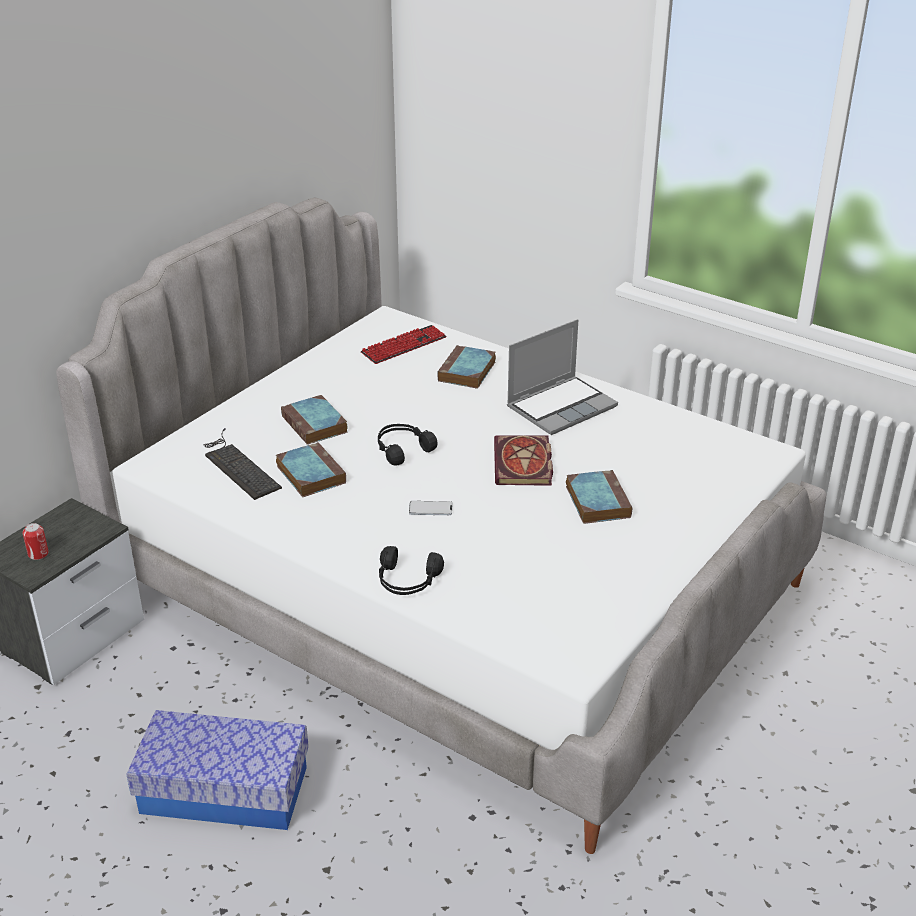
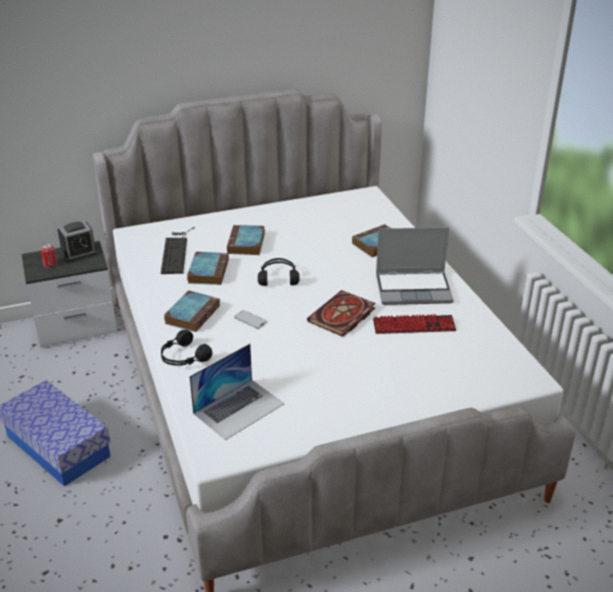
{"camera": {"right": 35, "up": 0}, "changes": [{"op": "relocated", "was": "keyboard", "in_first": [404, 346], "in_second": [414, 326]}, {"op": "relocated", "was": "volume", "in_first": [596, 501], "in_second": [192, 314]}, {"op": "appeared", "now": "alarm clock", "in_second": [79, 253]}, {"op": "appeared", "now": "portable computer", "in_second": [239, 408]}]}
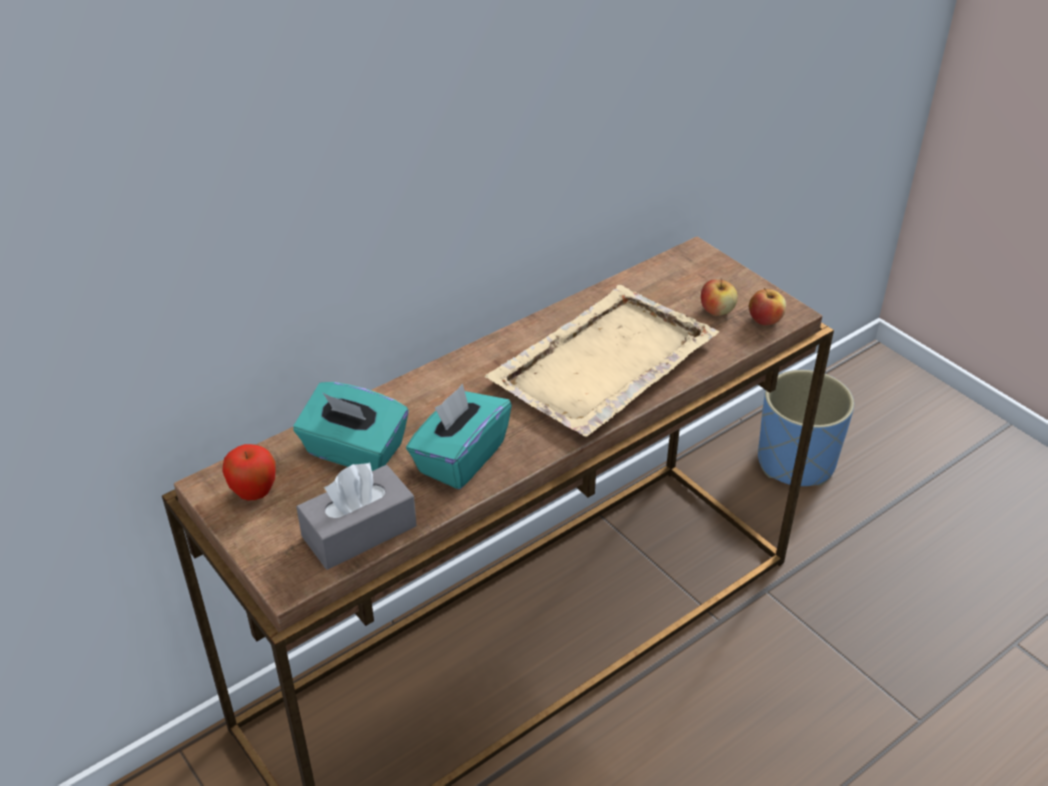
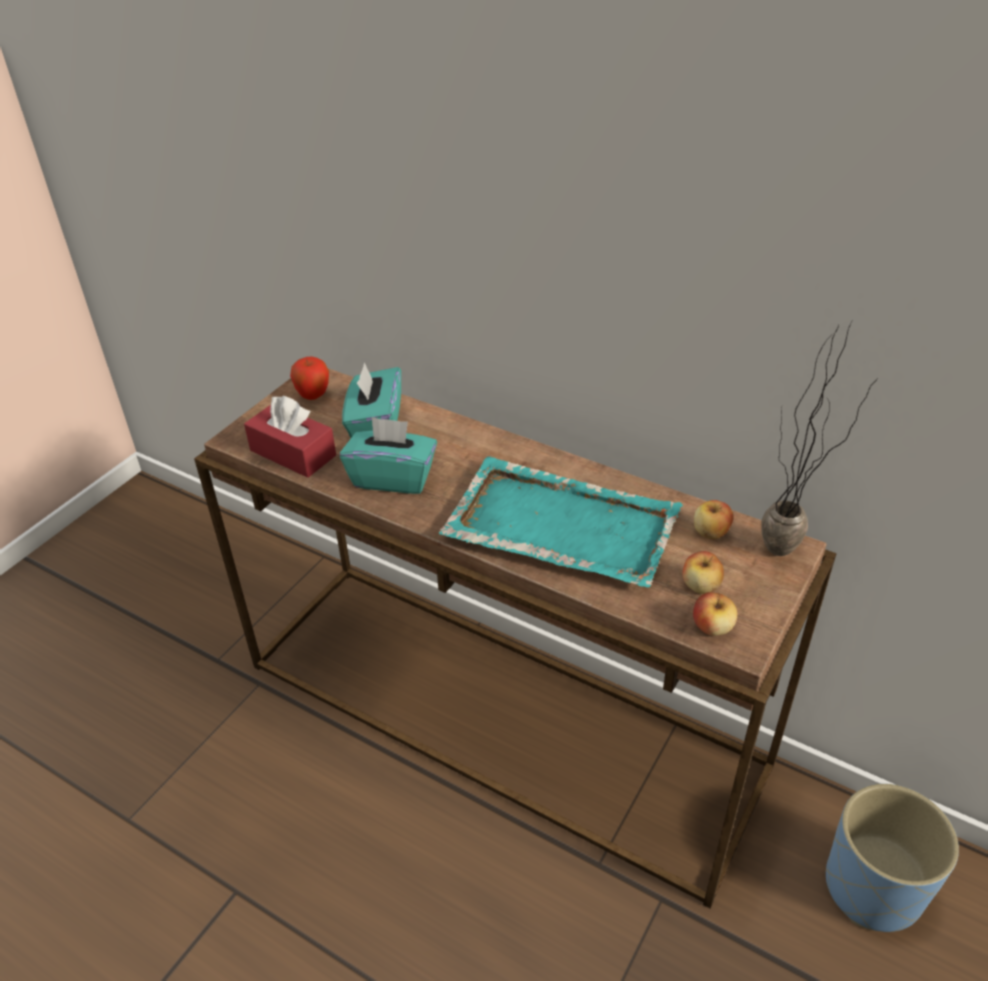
{"camera": {"right": 70, "up": 0}, "changes": [{"op": "colour", "was": "gray box of tissues", "now": "red box of tissues", "in_first": [359, 531], "in_second": [293, 453]}, {"op": "colour", "was": "sand-coloured tray", "now": "turquoise-coloured tray", "in_first": [602, 364], "in_second": [559, 525]}, {"op": "appeared", "now": "whole apple", "in_second": [710, 532]}, {"op": "appeared", "now": "plant in a pot", "in_second": [786, 559]}]}
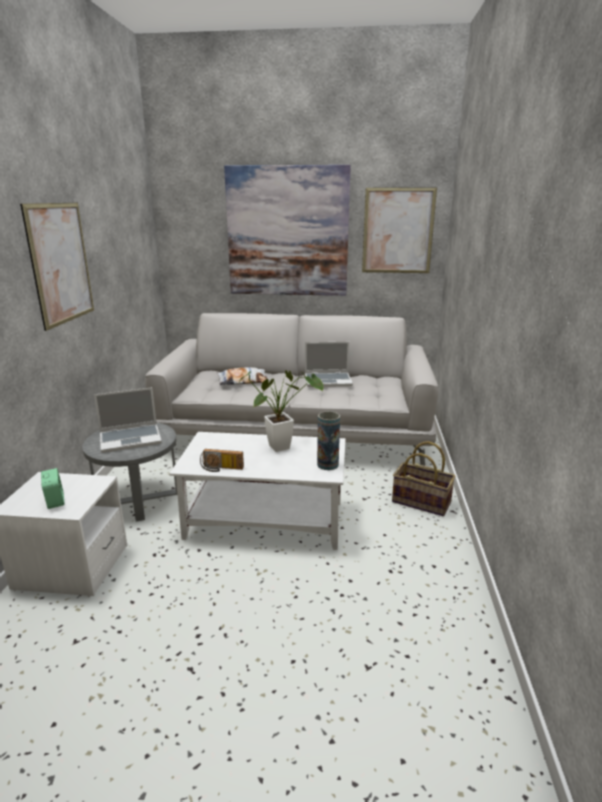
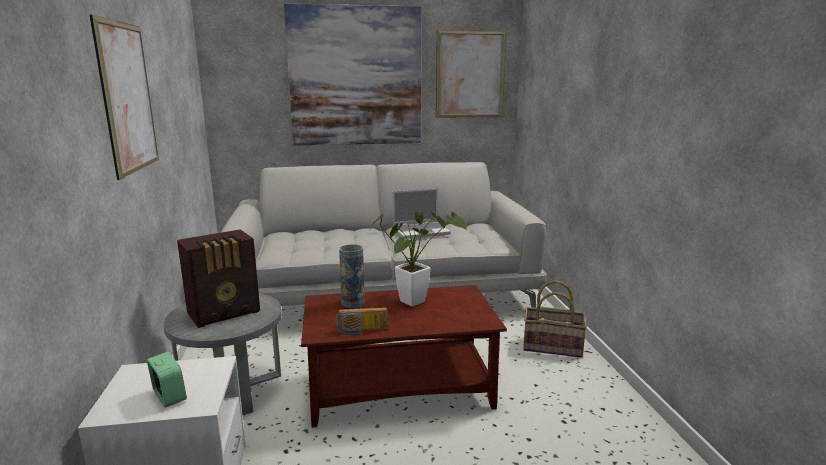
{"camera": {"right": -15, "up": -5}, "changes": [{"op": "exchanged", "was": "portable computer", "now": "radio", "in_first": [131, 439], "in_second": [225, 313]}, {"op": "colour", "was": "whitish low table", "now": "brownish low table", "in_first": [266, 520], "in_second": [401, 389]}, {"op": "missing", "was": "cushion", "in_first": [242, 381]}, {"op": "relocated", "was": "vase", "in_first": [327, 464], "in_second": [353, 303]}]}
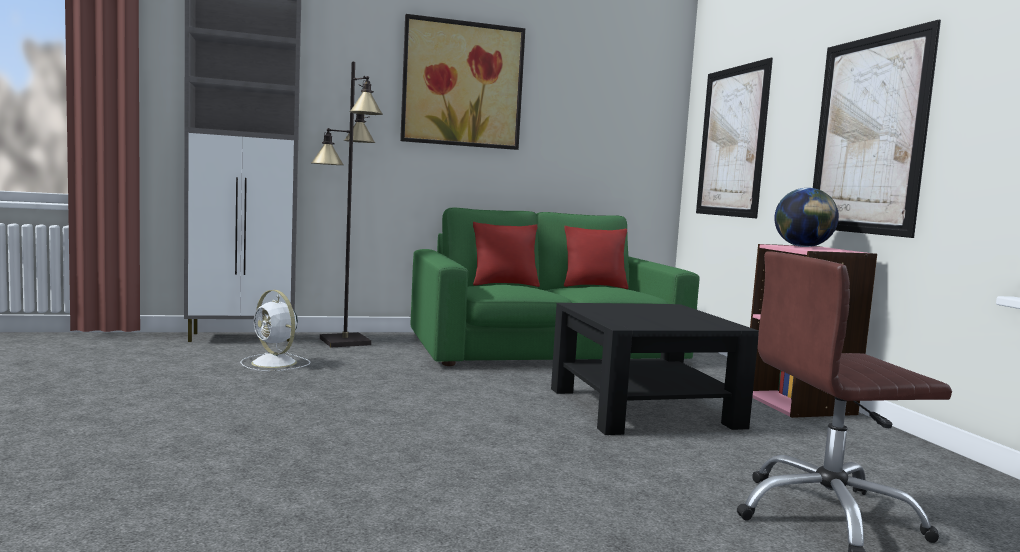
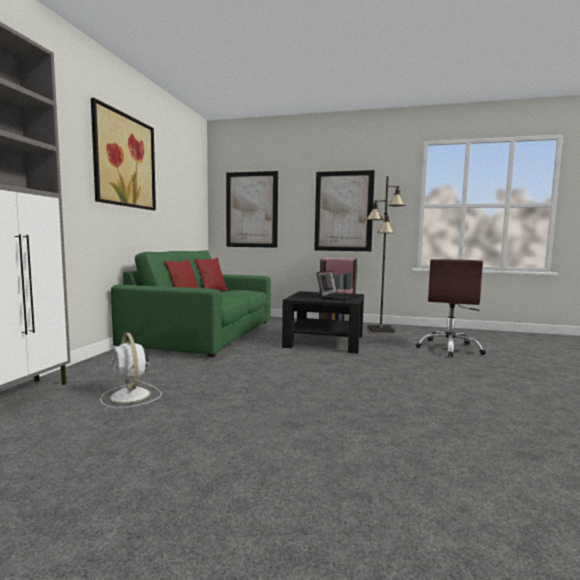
{"camera": {"right": -60, "up": 0}, "changes": [{"op": "spun", "was": "whitish cooling fan", "in_first": [275, 363], "in_second": [131, 396], "clockwise": 75}, {"op": "relocated", "was": "blackish floor lamp", "in_first": [344, 342], "in_second": [381, 330]}, {"op": "missing", "was": "globe", "in_first": [803, 247]}, {"op": "appeared", "now": "portable computer", "in_second": [338, 297]}]}
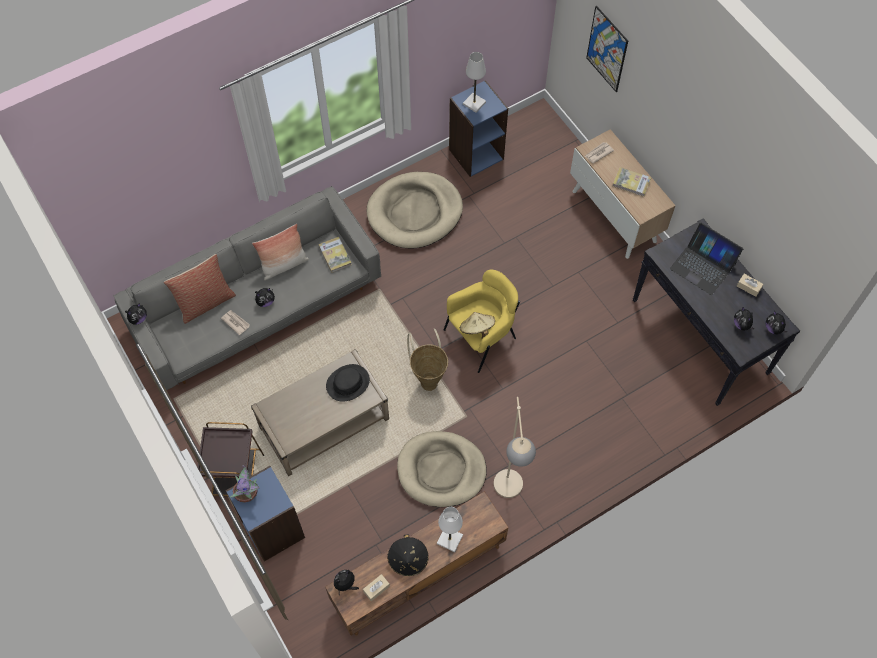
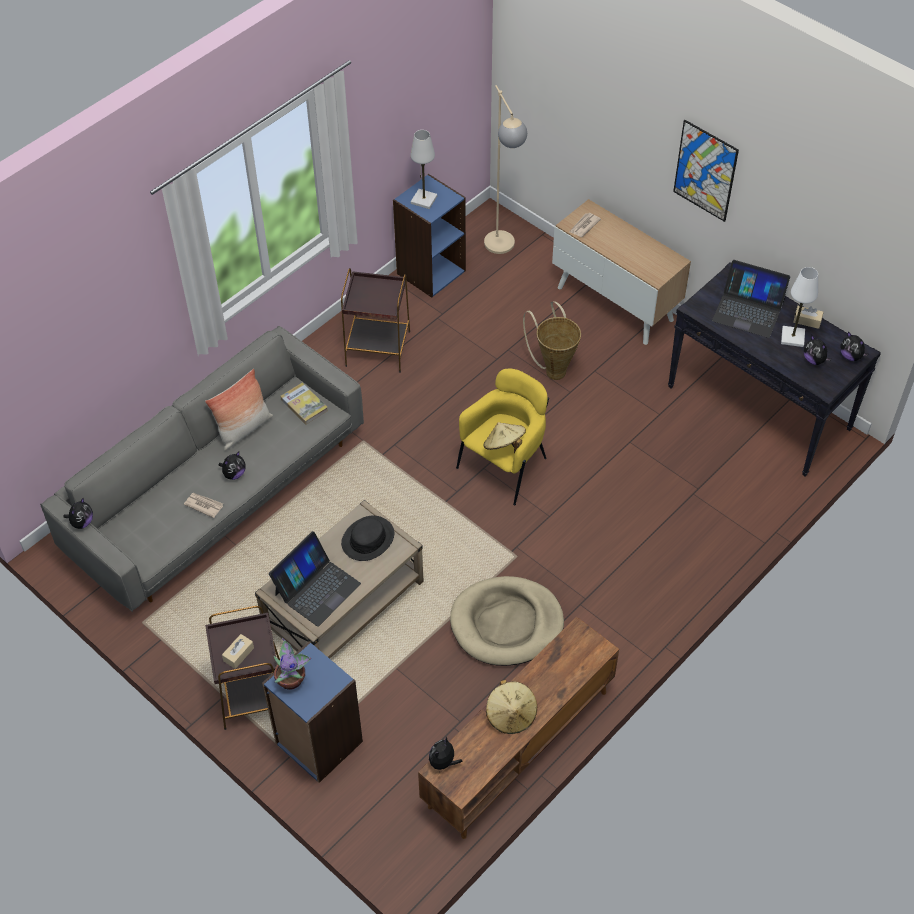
{"camera": {"right": -15, "up": -10}, "changes": [{"op": "missing", "was": "cushion", "in_first": [205, 302]}, {"op": "relocated", "was": "sand-coloured box of tissues", "in_first": [376, 589], "in_second": [238, 654]}, {"op": "exchanged", "was": "sand-coloured dog bed", "now": "brownish side table", "in_first": [415, 212], "in_second": [378, 349]}, {"op": "colour", "was": "blackish wearable hat", "now": "sand-coloured wearable hat", "in_first": [408, 560], "in_second": [511, 715]}, {"op": "relocated", "was": "basket", "in_first": [428, 379], "in_second": [553, 369]}, {"op": "relocated", "was": "whitish table lamp", "in_first": [449, 539], "in_second": [792, 337]}, {"op": "relocated", "was": "sand-coloured floor lamp", "in_first": [509, 494], "in_second": [503, 250]}, {"op": "relocated", "was": "picture", "in_first": [607, 49], "in_second": [705, 171]}, {"op": "missing", "was": "volume", "in_first": [631, 183]}, {"op": "appeared", "now": "portable computer", "in_second": [316, 588]}]}
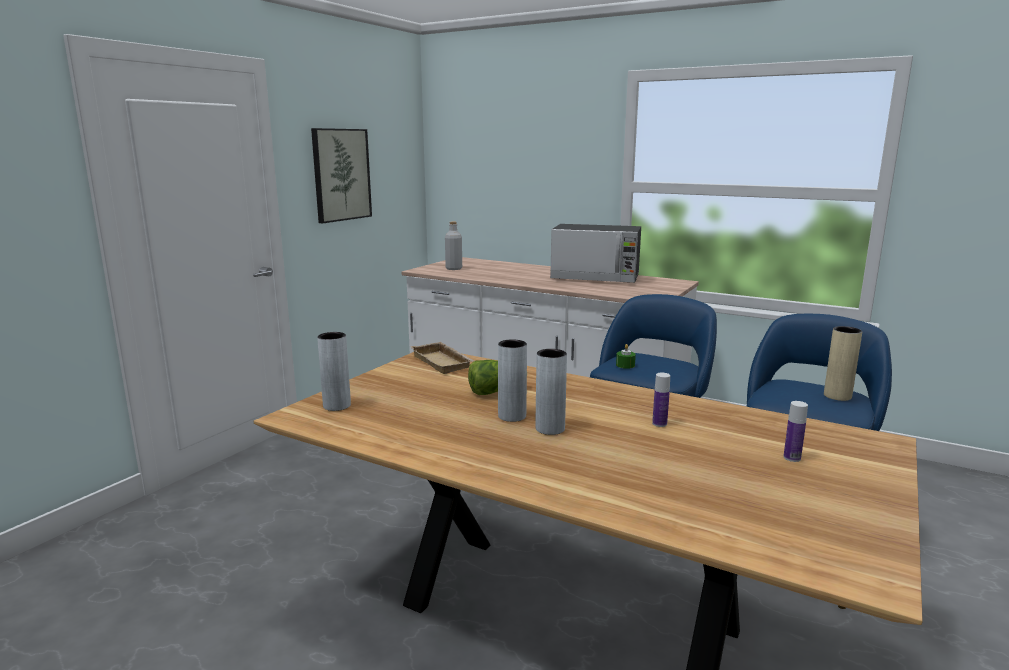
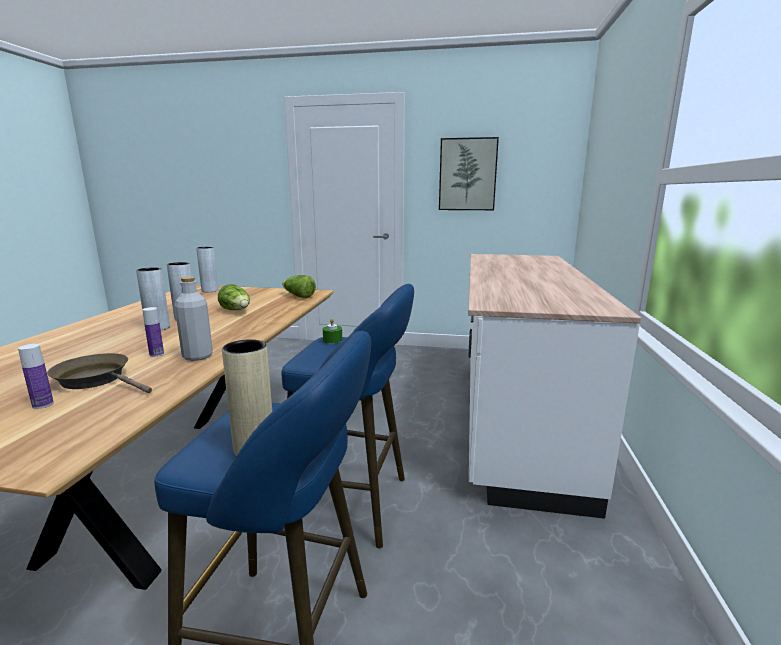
{"camera": {"right": 70, "up": 0}, "changes": [{"op": "exchanged", "was": "sand-coloured tray", "now": "lettuce head", "in_first": [444, 362], "in_second": [298, 296]}, {"op": "relocated", "was": "gray beverage bottle", "in_first": [454, 268], "in_second": [197, 356]}, {"op": "missing", "was": "kitchen microwave", "in_first": [595, 278]}, {"op": "appeared", "now": "brownish frying pan", "in_second": [97, 379]}]}
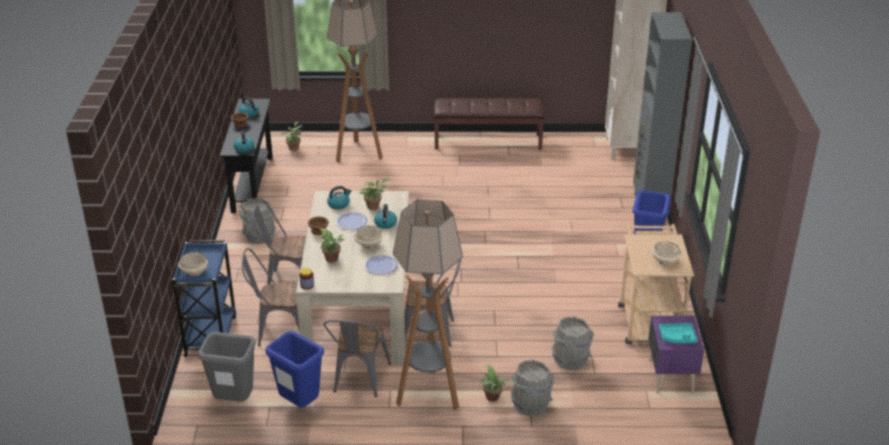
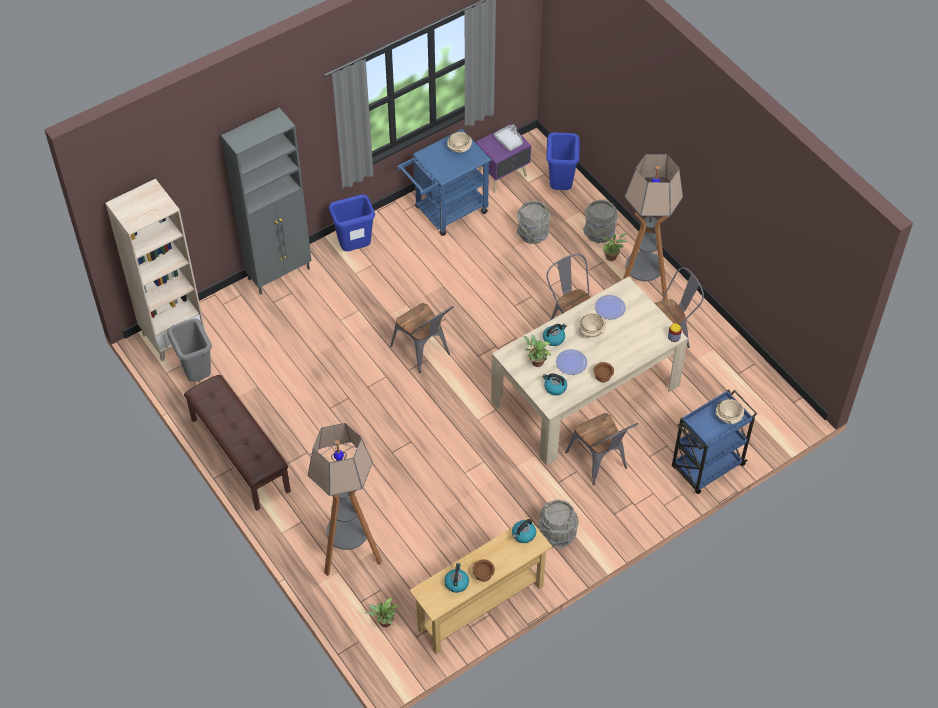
{"camera": {"right": -125, "up": 20}, "changes": [{"op": "relocated", "was": "gray waste bin", "in_first": [235, 402], "in_second": [197, 375]}, {"op": "colour", "was": "blackish hall table", "now": "sand-coloured hall table", "in_first": [252, 184], "in_second": [481, 608]}, {"op": "relocated", "was": "gray chair", "in_first": [278, 332], "in_second": [424, 352]}, {"op": "relocated", "was": "blue waste bin", "in_first": [299, 404], "in_second": [560, 187]}, {"op": "missing", "was": "plant in a pot", "in_first": [333, 259]}, {"op": "colour", "was": "sand-coloured trolley", "now": "blue trolley", "in_first": [648, 320], "in_second": [446, 212]}, {"op": "colour", "was": "turquoise-coloured tray", "now": "gray tray", "in_first": [677, 337], "in_second": [509, 140]}]}
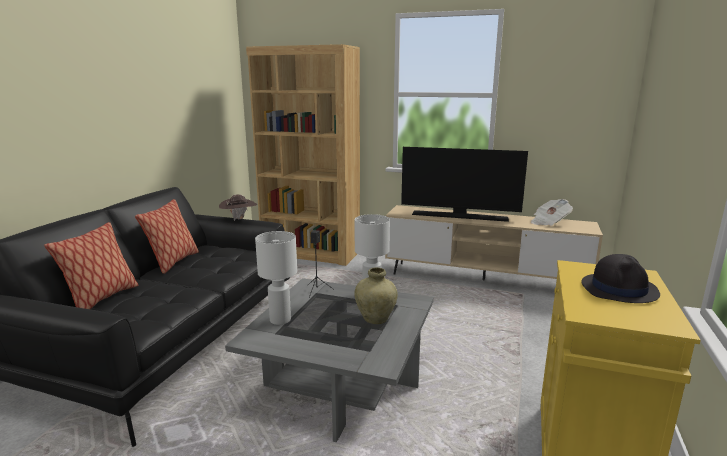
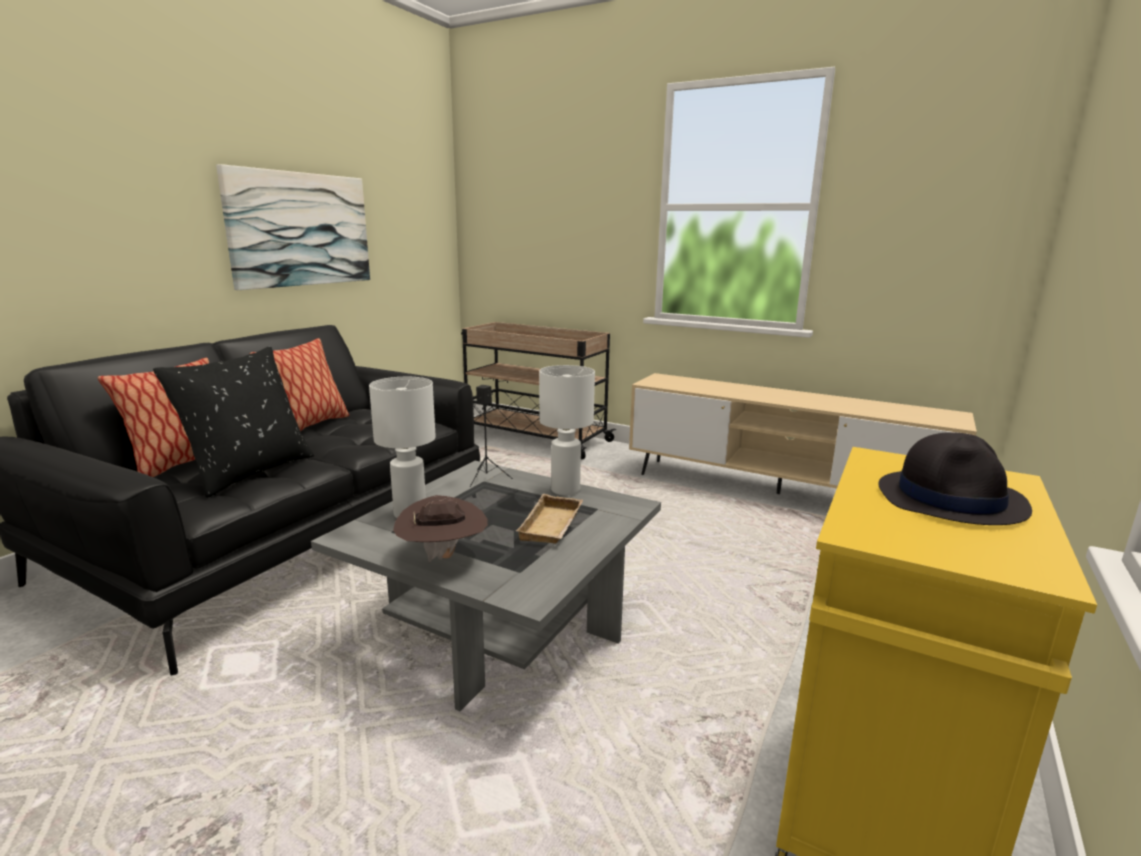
{"camera": {"right": 10, "up": 0}, "changes": [{"op": "relocated", "was": "brownish wearable hat", "in_first": [239, 219], "in_second": [443, 556]}, {"op": "exchanged", "was": "brownish bookcase", "now": "sand-coloured trolley", "in_first": [311, 253], "in_second": [533, 437]}, {"op": "exchanged", "was": "sand-coloured vase", "now": "sand-coloured tray", "in_first": [375, 319], "in_second": [553, 526]}, {"op": "missing", "was": "TV set", "in_first": [460, 216]}, {"op": "missing", "was": "newspaper", "in_first": [549, 222]}, {"op": "appeared", "now": "blackish cushion", "in_second": [249, 472]}, {"op": "appeared", "now": "picture", "in_second": [300, 229]}]}
